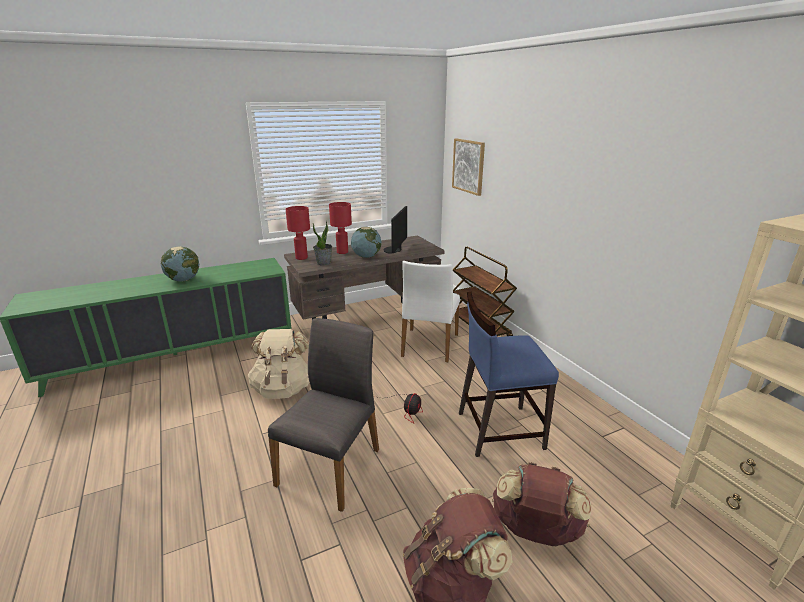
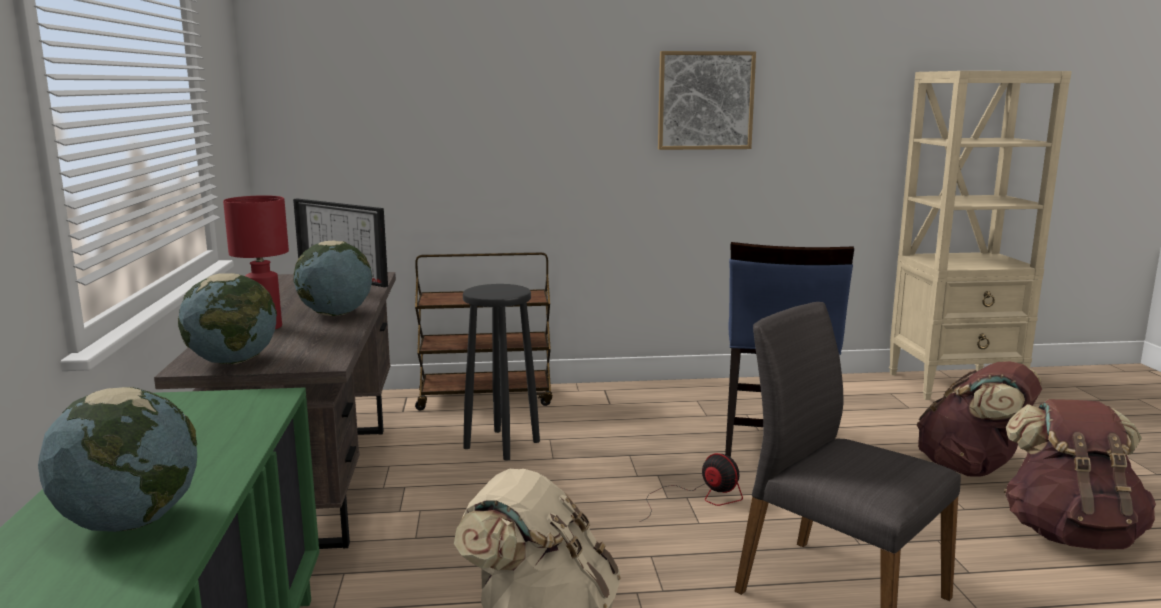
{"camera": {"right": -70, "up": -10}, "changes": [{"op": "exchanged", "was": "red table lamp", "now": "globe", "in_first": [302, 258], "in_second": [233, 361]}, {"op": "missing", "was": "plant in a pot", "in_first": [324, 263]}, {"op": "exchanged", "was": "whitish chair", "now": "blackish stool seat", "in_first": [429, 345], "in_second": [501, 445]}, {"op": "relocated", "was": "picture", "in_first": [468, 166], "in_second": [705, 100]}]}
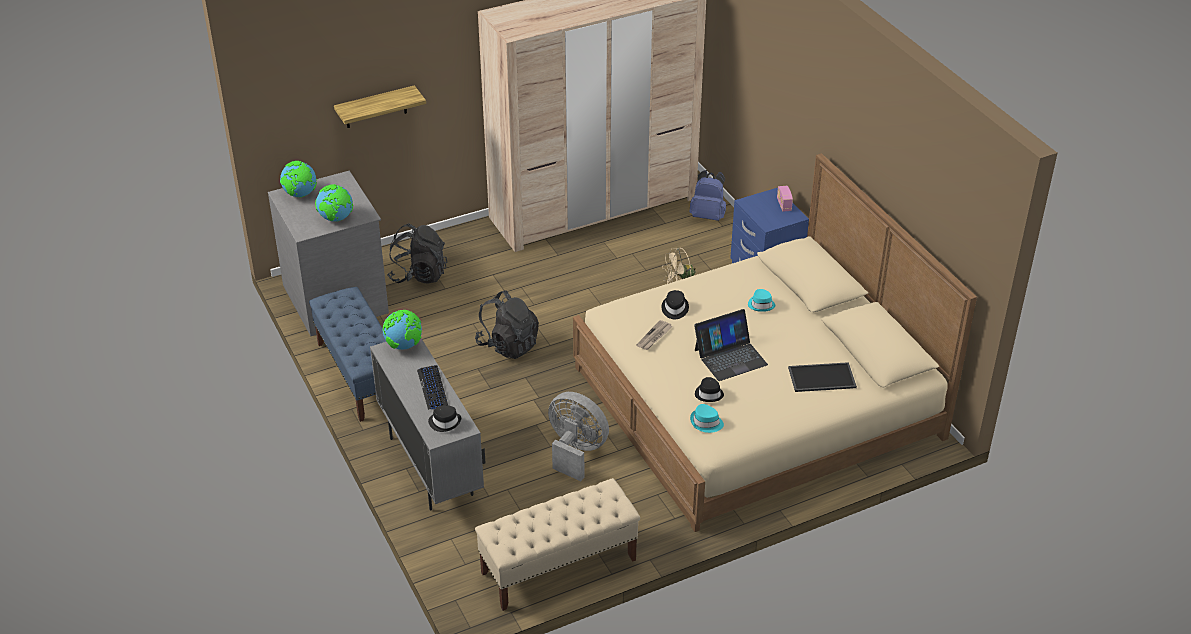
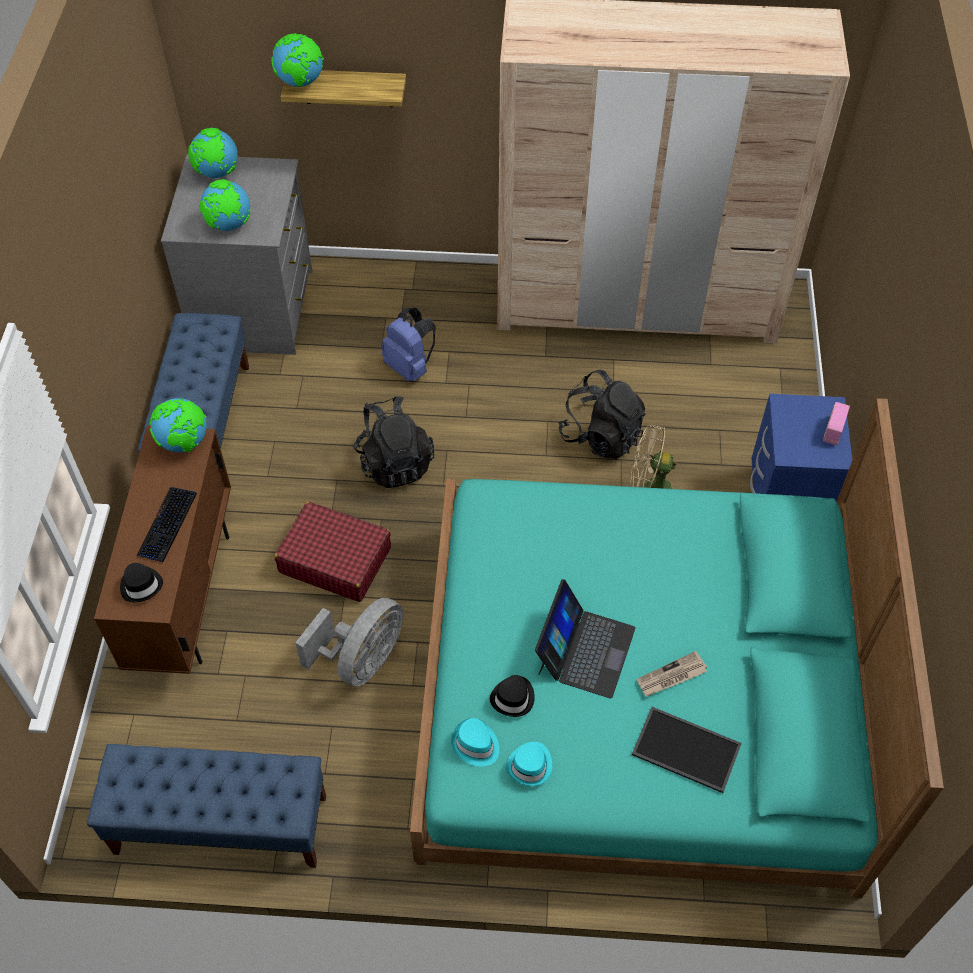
{"camera": {"right": 30, "up": 15}, "changes": [{"op": "colour", "was": "gray storage cabinet", "now": "brownish storage cabinet", "in_first": [430, 466], "in_second": [186, 596]}, {"op": "relocated", "was": "blackish backpack", "in_first": [418, 275], "in_second": [601, 436]}, {"op": "colour", "was": "sand-coloured bench", "now": "blue bench", "in_first": [558, 566], "in_second": [220, 825]}, {"op": "spun", "was": "gray cooling fan", "in_first": [576, 451], "in_second": [362, 660], "clockwise": 60}, {"op": "colour", "was": "sand-coloured sleeping bed", "now": "turquoise-coloured sleeping bed", "in_first": [756, 401], "in_second": [638, 697]}, {"op": "relocated", "was": "newspaper", "in_first": [654, 337], "in_second": [671, 676]}, {"op": "missing", "was": "blackish wearable hat", "in_first": [674, 309]}, {"op": "relocated", "was": "blue backpack", "in_first": [708, 215], "in_second": [410, 367]}, {"op": "spun", "was": "portable computer", "in_first": [730, 357], "in_second": [585, 650], "clockwise": -75}, {"op": "relocated", "was": "turquoise-coloured wearable hat", "in_first": [761, 304], "in_second": [530, 765]}, {"op": "appeared", "now": "globe", "in_second": [301, 83]}, {"op": "appeared", "now": "red travel case", "in_second": [335, 560]}]}
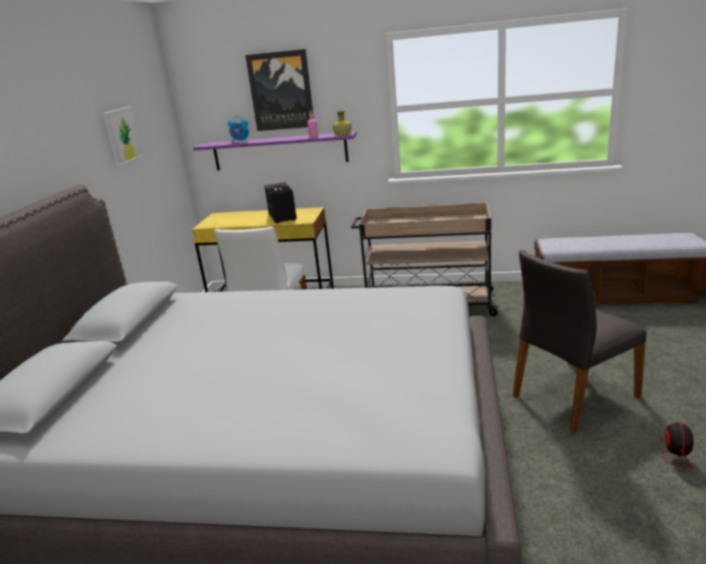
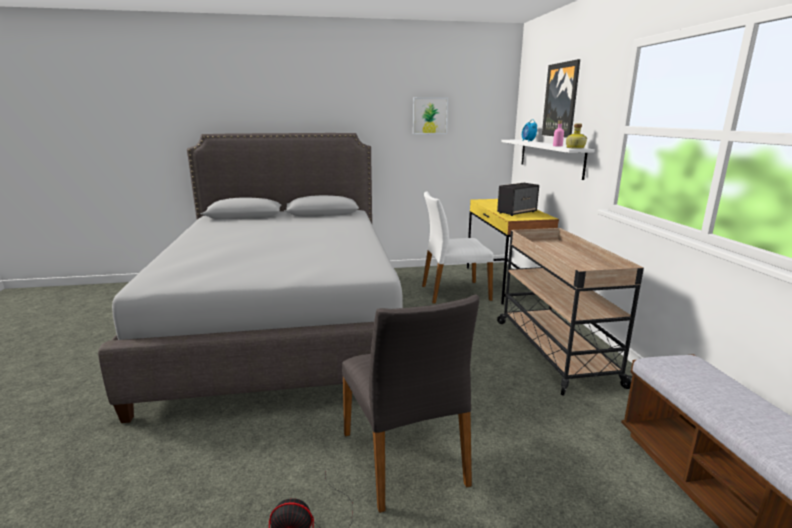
{"camera": {"right": 70, "up": -5}, "changes": [{"op": "colour", "was": "purple-coloured bracket shelf", "now": "whitish bracket shelf", "in_first": [279, 151], "in_second": [550, 157]}, {"op": "spun", "was": "gray chair", "in_first": [572, 395], "in_second": [406, 458], "clockwise": -150}]}
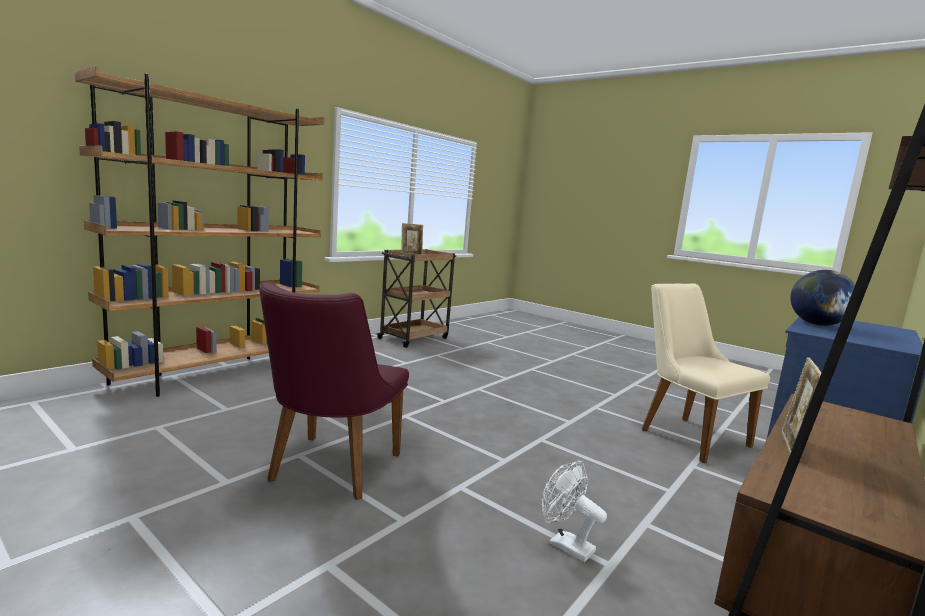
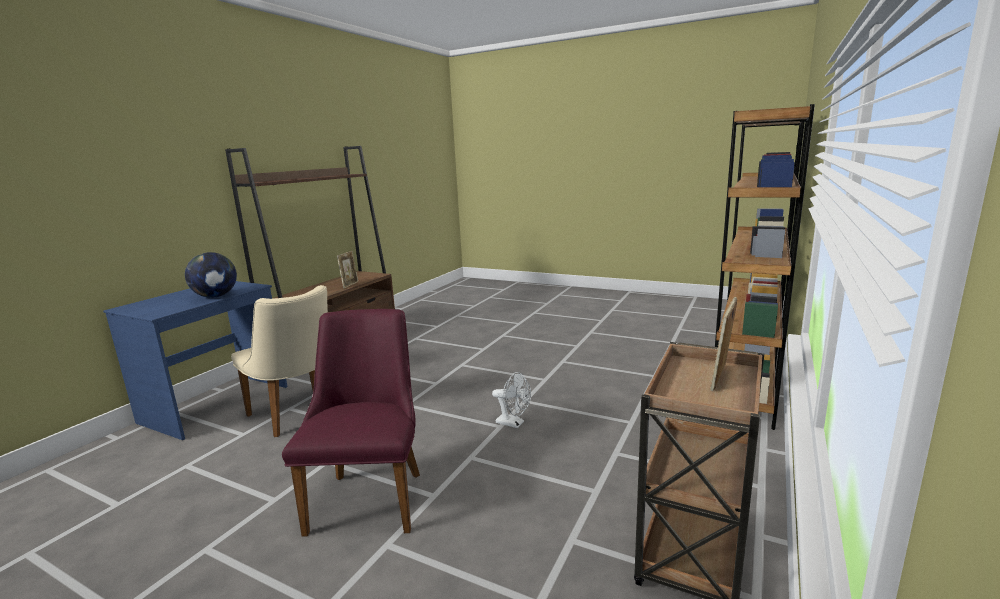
{"camera": {"right": 170, "up": 5}, "changes": [{"op": "relocated", "was": "purple-coloured chair", "in_first": [328, 472], "in_second": [371, 494]}, {"op": "relocated", "was": "whitish cooling fan", "in_first": [565, 544], "in_second": [514, 423]}]}
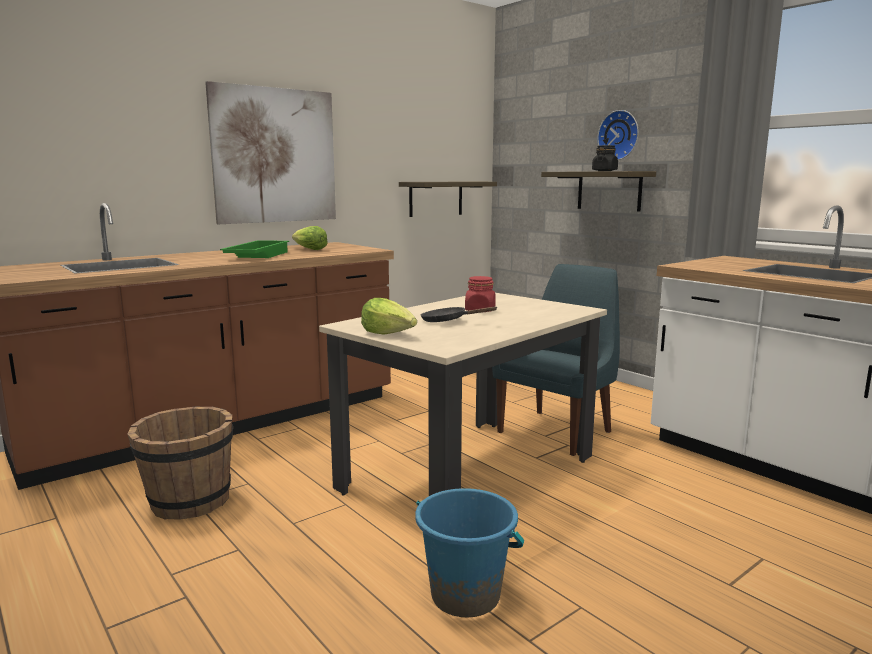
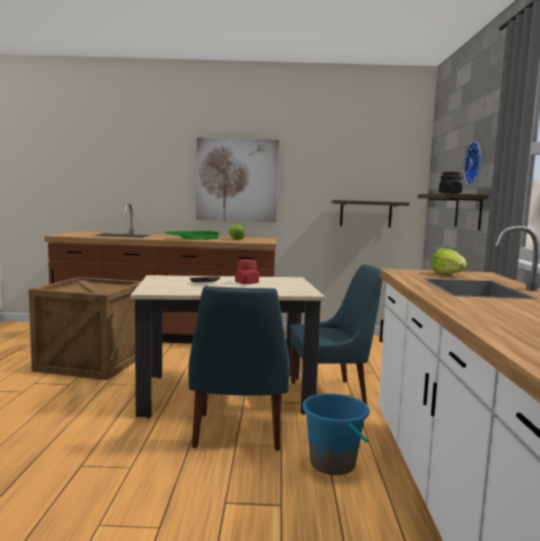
{"camera": {"right": 40, "up": -5}, "changes": [{"op": "exchanged", "was": "brownish bucket", "now": "packing crate", "in_first": [189, 502], "in_second": [92, 361]}, {"op": "relocated", "was": "lettuce head", "in_first": [389, 334], "in_second": [449, 275]}, {"op": "relocated", "was": "blue bucket", "in_first": [466, 595], "in_second": [333, 463]}, {"op": "appeared", "now": "blue chair", "in_second": [238, 433]}]}
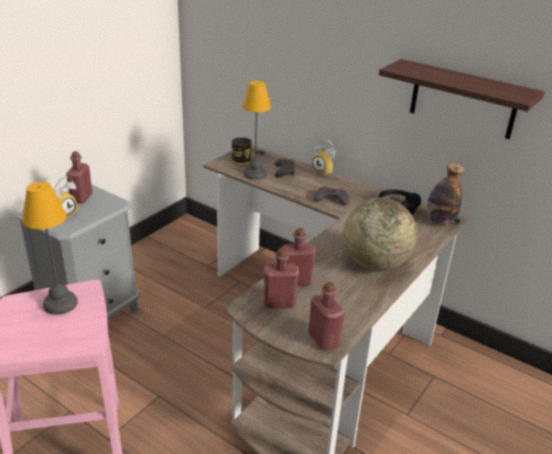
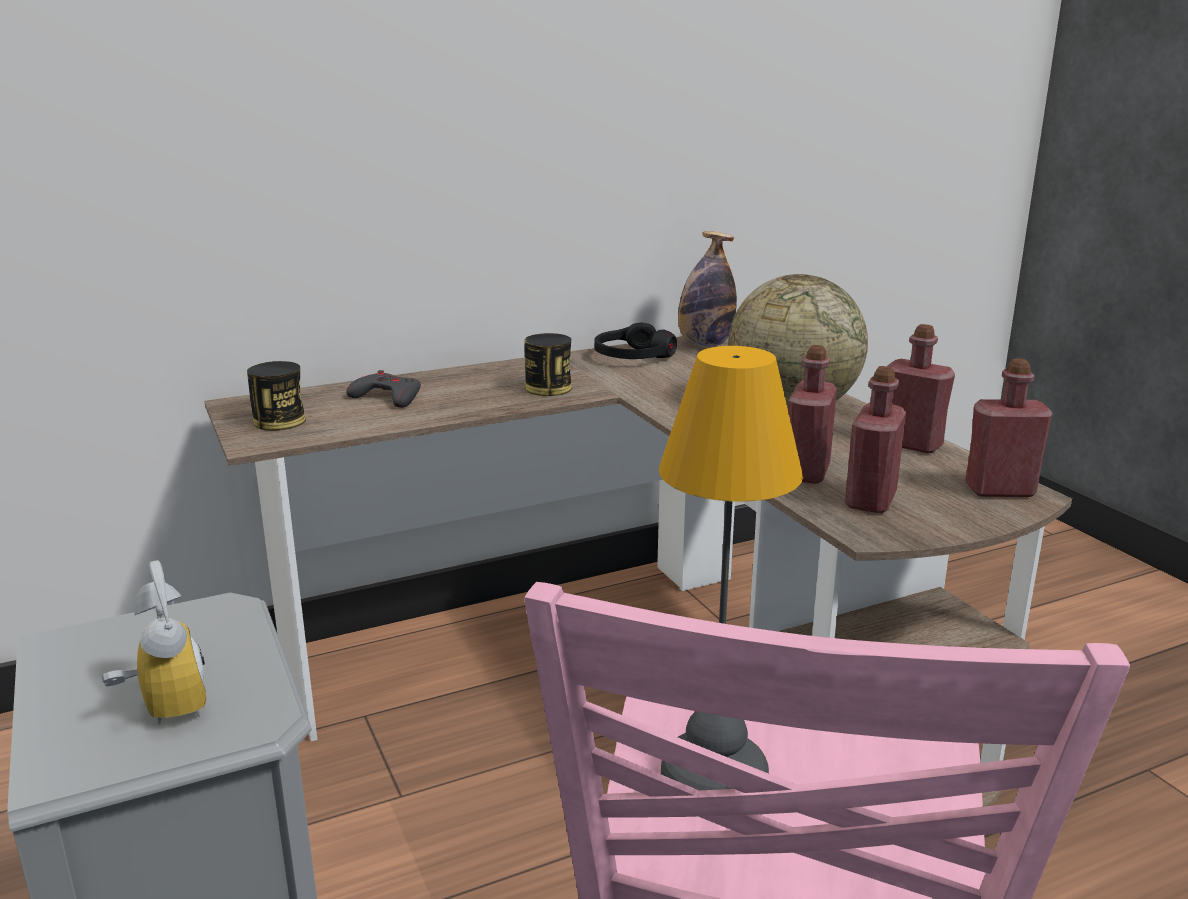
{"camera": {"right": -60, "up": -10}, "changes": [{"op": "relocated", "was": "red beverage bottle", "in_first": [81, 198], "in_second": [911, 444]}, {"op": "missing", "was": "table lamp", "in_first": [254, 173]}, {"op": "missing", "was": "alarm clock", "in_first": [324, 172]}, {"op": "exchanged", "was": "gray gamepad", "now": "metal can", "in_first": [331, 199], "in_second": [548, 388]}, {"op": "missing", "was": "bracket shelf", "in_first": [463, 100]}]}
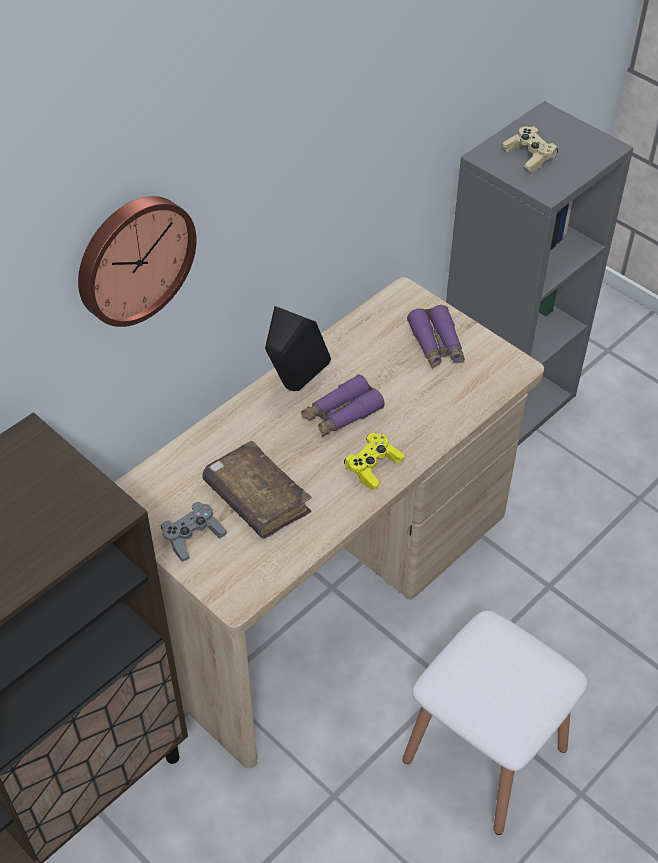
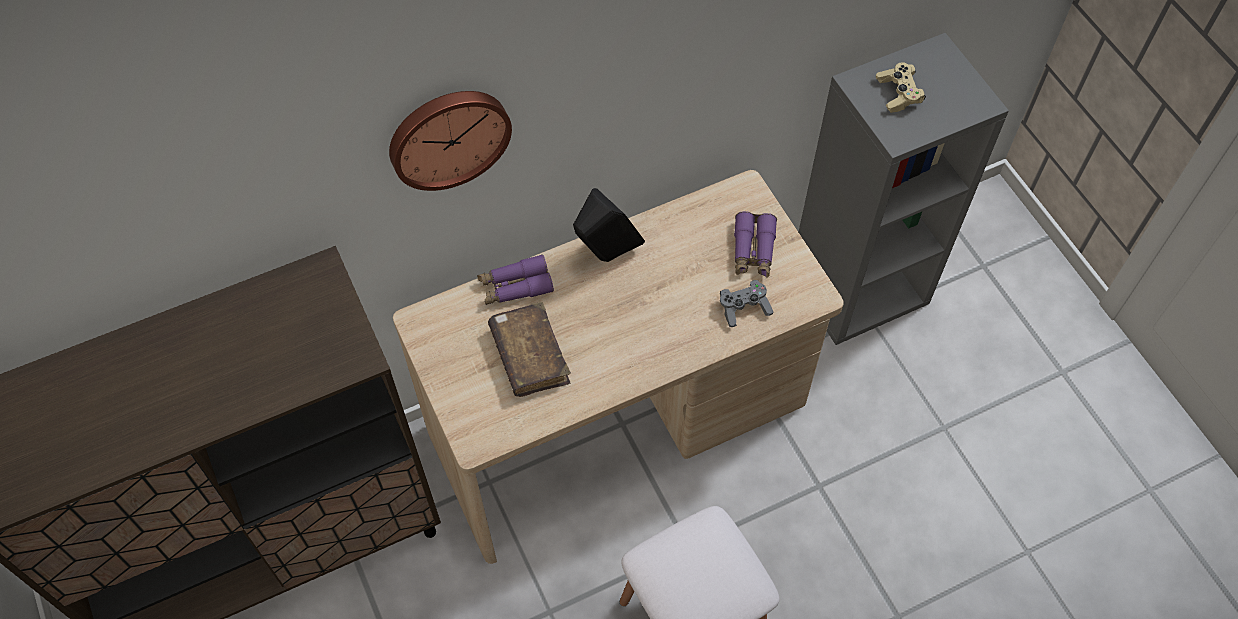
{"camera": {"right": 20, "up": 10}, "changes": [{"op": "relocated", "was": "gray gamepad", "in_first": [193, 537], "in_second": [744, 308]}, {"op": "relocated", "was": "purple-coloured pair of binoculars", "in_first": [341, 414], "in_second": [515, 286]}, {"op": "missing", "was": "yellow-coloured gamepad", "in_first": [373, 467]}]}
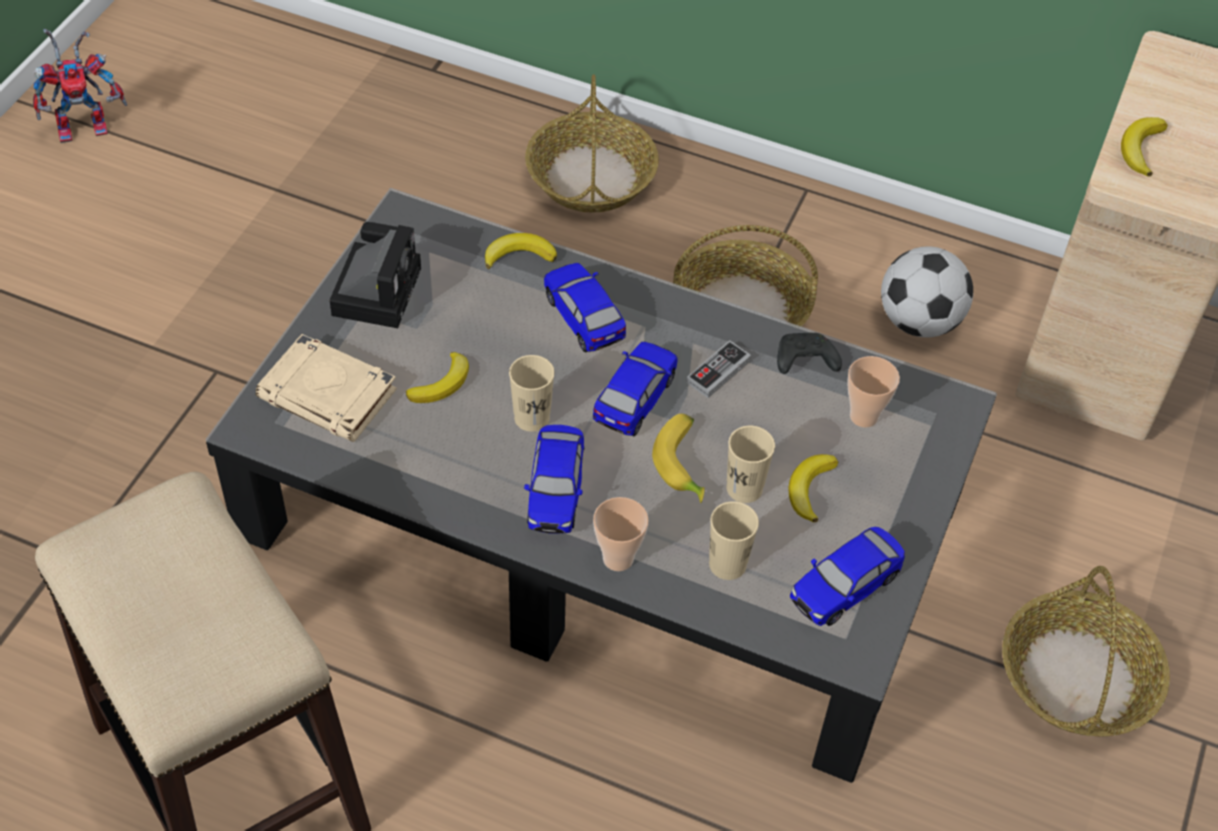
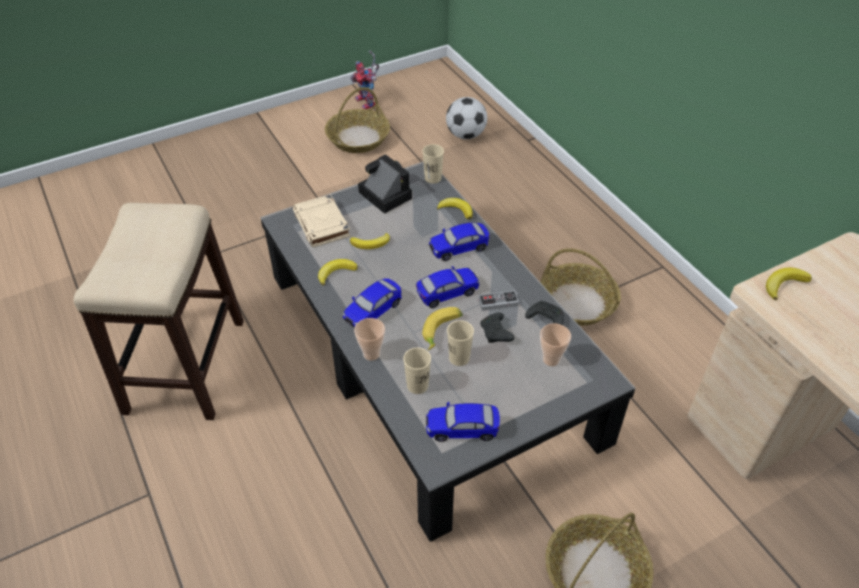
{"camera": {"right": 40, "up": -5}, "changes": [{"op": "spun", "was": "model robot", "in_first": [86, 125], "in_second": [368, 103], "clockwise": 45}, {"op": "spun", "was": "photo camera", "in_first": [377, 288], "in_second": [383, 194], "clockwise": -90}, {"op": "relocated", "was": "sand-coloured drinking cup", "in_first": [532, 418], "in_second": [433, 178]}, {"op": "relocated", "was": "basket", "in_first": [590, 176], "in_second": [358, 138]}, {"op": "spun", "was": "miniature car", "in_first": [583, 318], "in_second": [458, 248], "clockwise": -120}, {"op": "relocated", "was": "banana", "in_first": [809, 489], "in_second": [336, 272]}, {"op": "relocated", "was": "ball for football", "in_first": [919, 321], "in_second": [466, 135]}, {"op": "appeared", "now": "blackish gamepad", "in_second": [496, 333]}]}
